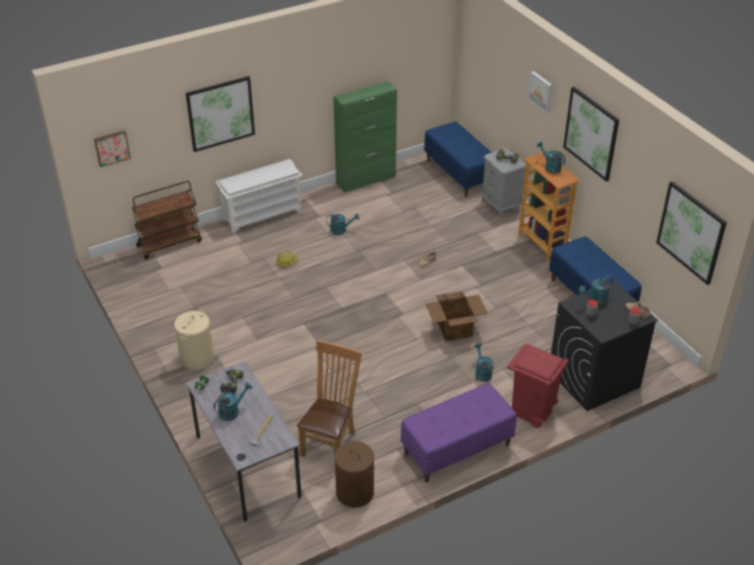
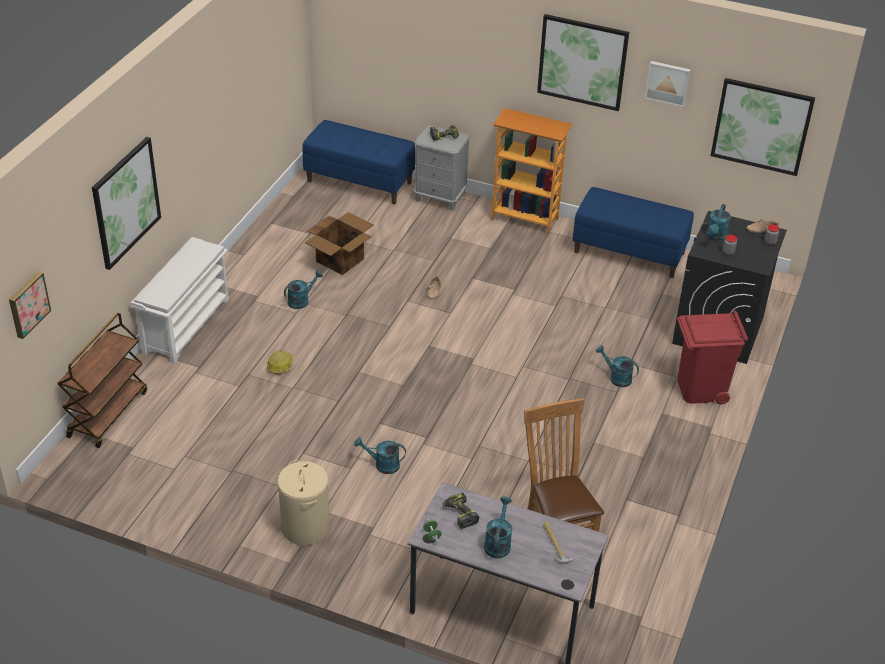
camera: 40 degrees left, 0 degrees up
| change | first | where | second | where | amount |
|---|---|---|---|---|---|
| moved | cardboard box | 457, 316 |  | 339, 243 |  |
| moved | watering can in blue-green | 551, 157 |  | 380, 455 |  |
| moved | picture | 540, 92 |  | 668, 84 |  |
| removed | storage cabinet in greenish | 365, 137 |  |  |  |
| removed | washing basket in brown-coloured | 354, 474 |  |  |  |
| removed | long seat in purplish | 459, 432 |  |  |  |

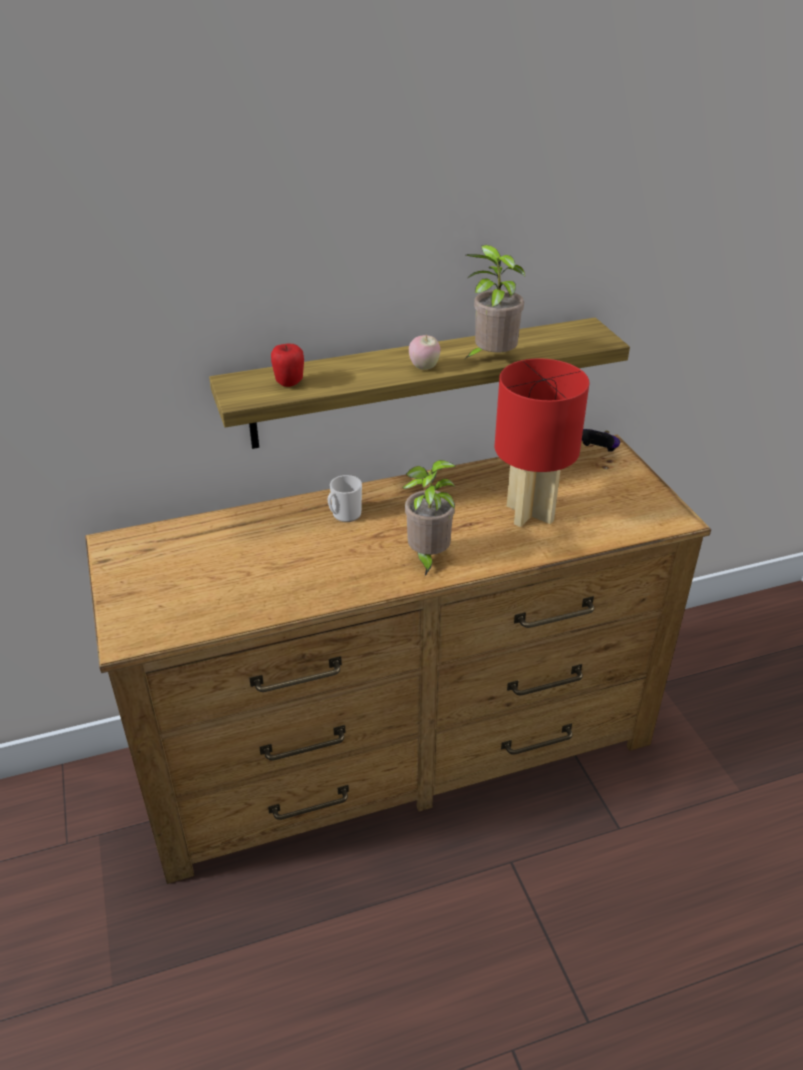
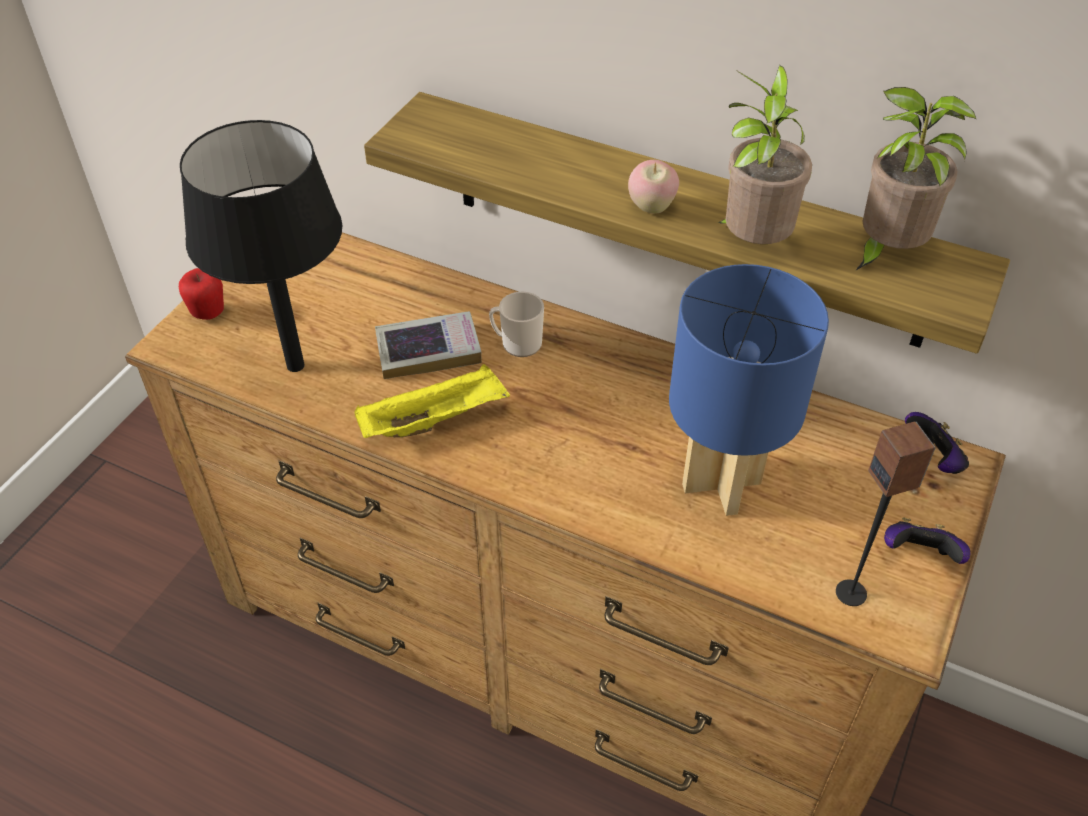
camera: 45 degrees right, 10 degrees up
| change | first | where | second | where | amount |
|---|---|---|---|---|---|
| moved | whole apple | 287, 365 |  | 201, 294 |  |
| added |  |  | tabletop lamp in blackish | 261, 246 |  |
| added |  |  | tray in yellowish | 432, 401 |  |
| added |  |  | volume | 428, 345 |  |
| recoloured | tabletop lamp in reddish | 542, 442 | tabletop lamp in blue | 749, 390 |  |
| added |  |  | audio speaker | 886, 514 |  |
| moved | potted plant | 429, 518 |  | 915, 179 |  |
| added |  |  | game controller | 927, 540 |  |

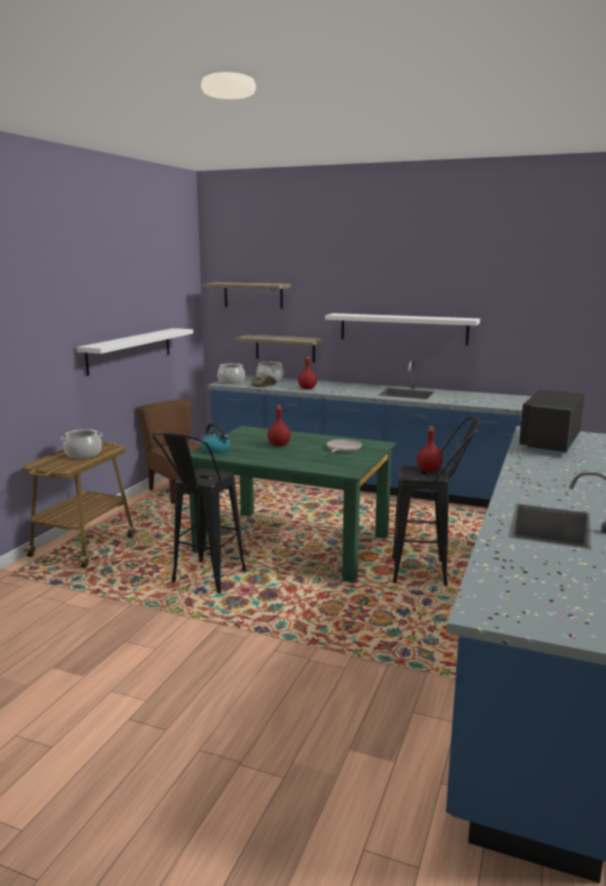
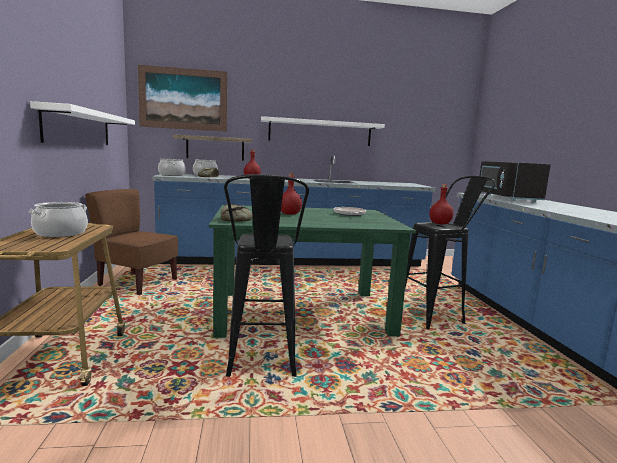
camera: 30 degrees left, 5 degrees down
| change | first | where | second | where | amount |
|---|---|---|---|---|---|
| replaced | shelf | 246, 295 | picture | 182, 98 |  |
| replaced | water kettle | 215, 438 | baked bread | 237, 213 |  |

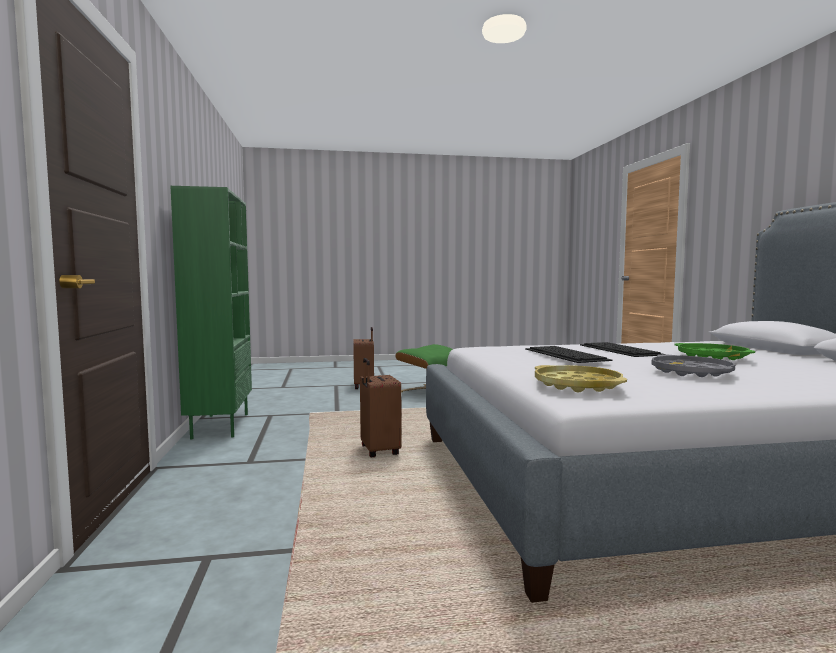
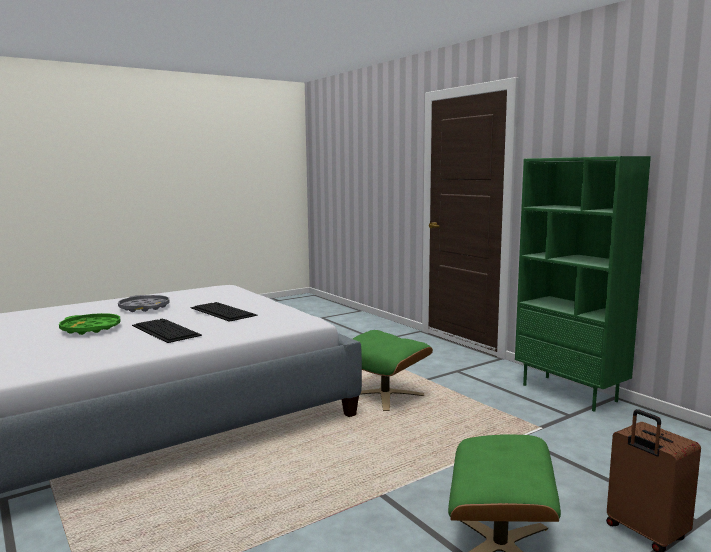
camera: 155 degrees right, 5 degrees up
| change | first | where | second | where | amount |
|---|---|---|---|---|---|
| replaced | piece of luggage in brown-coloured | 381, 407 | footrest in greenish | 393, 370 |  |
| removed | tray in yellowish | 581, 378 |  |  |  |

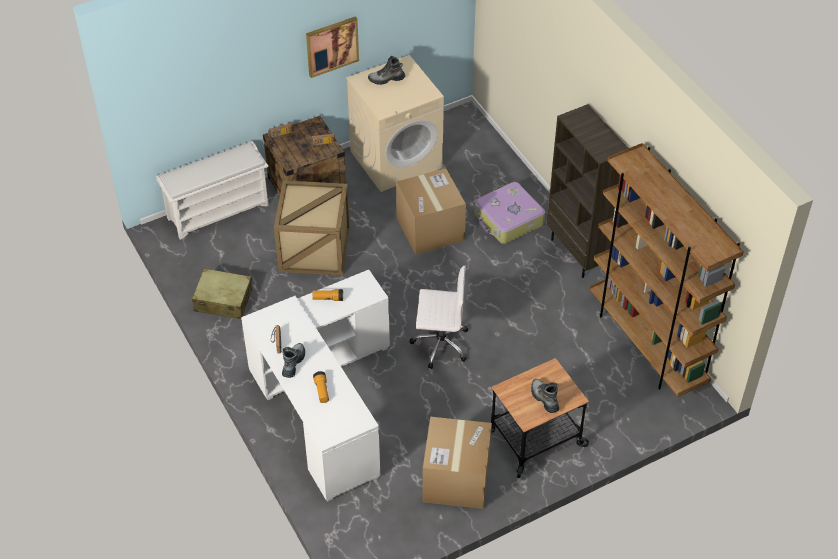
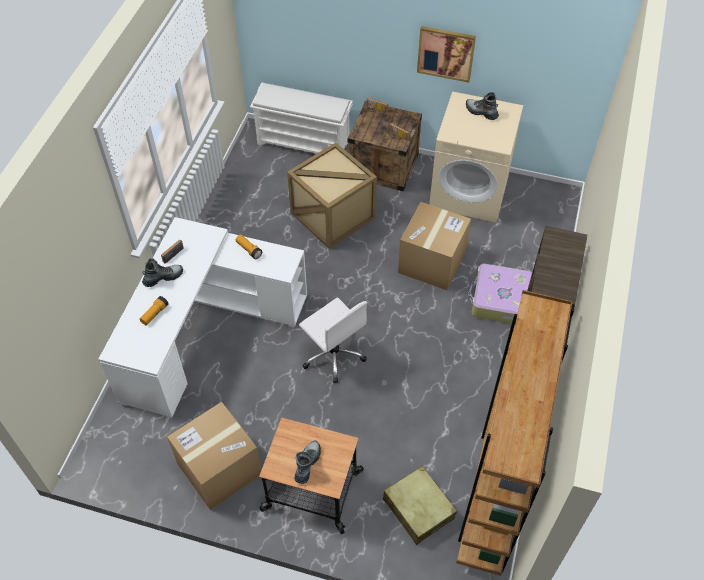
camera: 45 degrees right, 5 degrees up
| change | first | where | second | where | amount |
|---|---|---|---|---|---|
| moved | piece of luggage in sand-coloured | 222, 293 |  | 420, 505 |  |

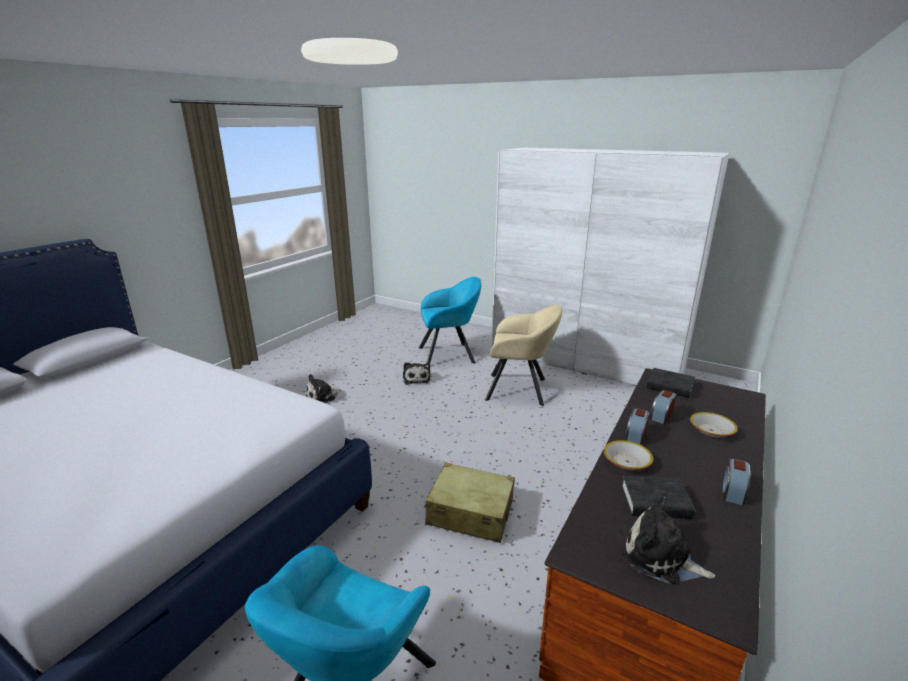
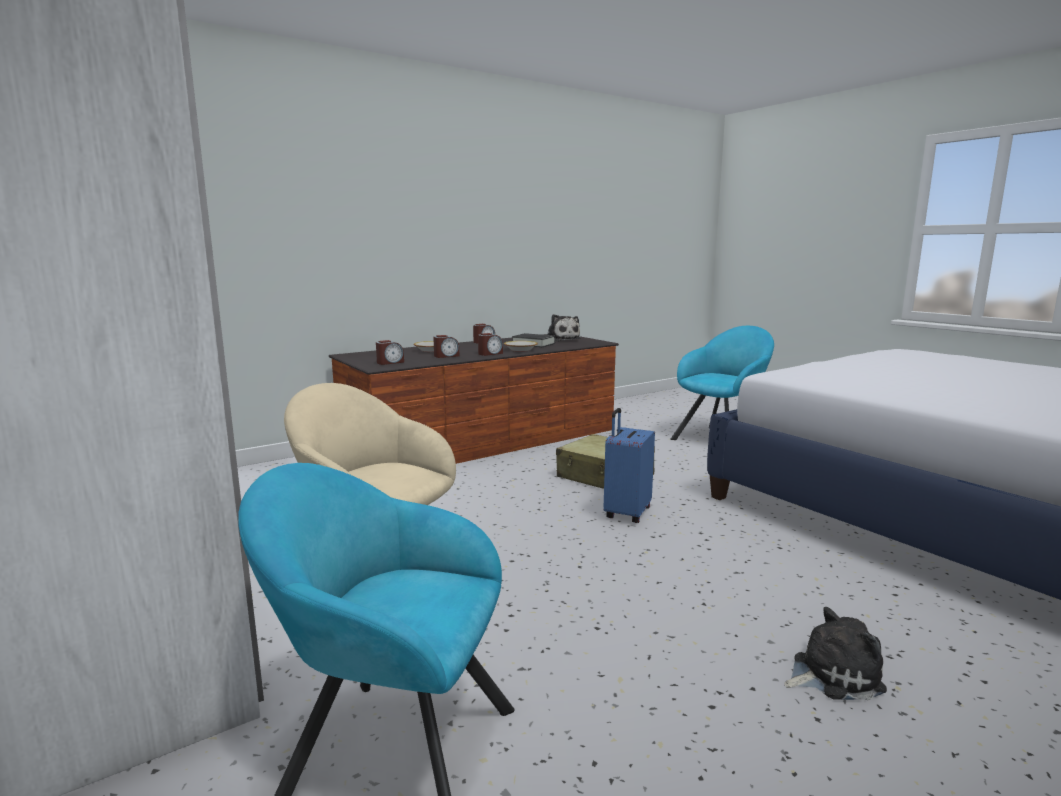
camera: 155 degrees left, 10 degrees down
| change | first | where | second | where | amount |
|---|---|---|---|---|---|
| replaced | volume in blackish | 670, 383 | alarm clock | 390, 352 |  |
| added |  |  | piece of luggage in blue | 629, 465 |  |
| removed | cuddly toy | 416, 373 |  |  |  |

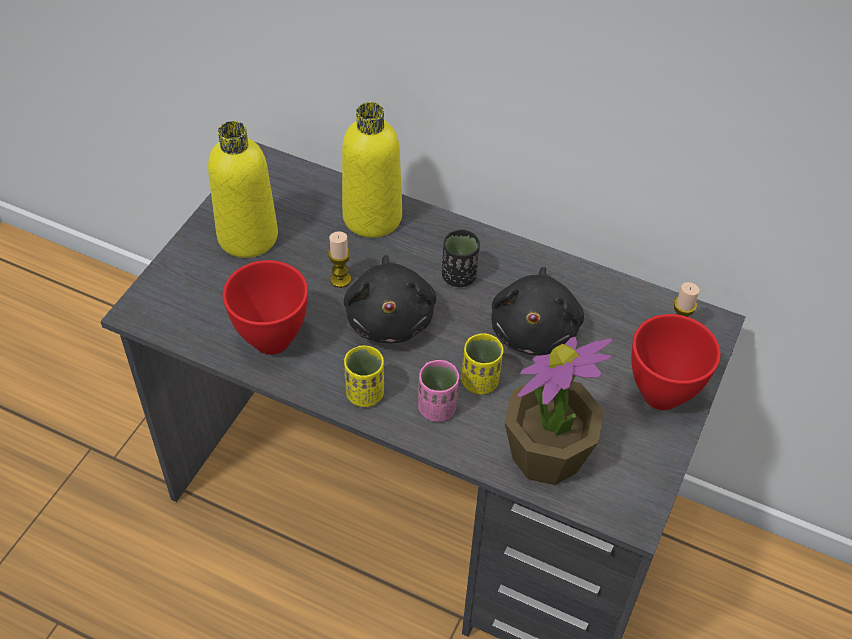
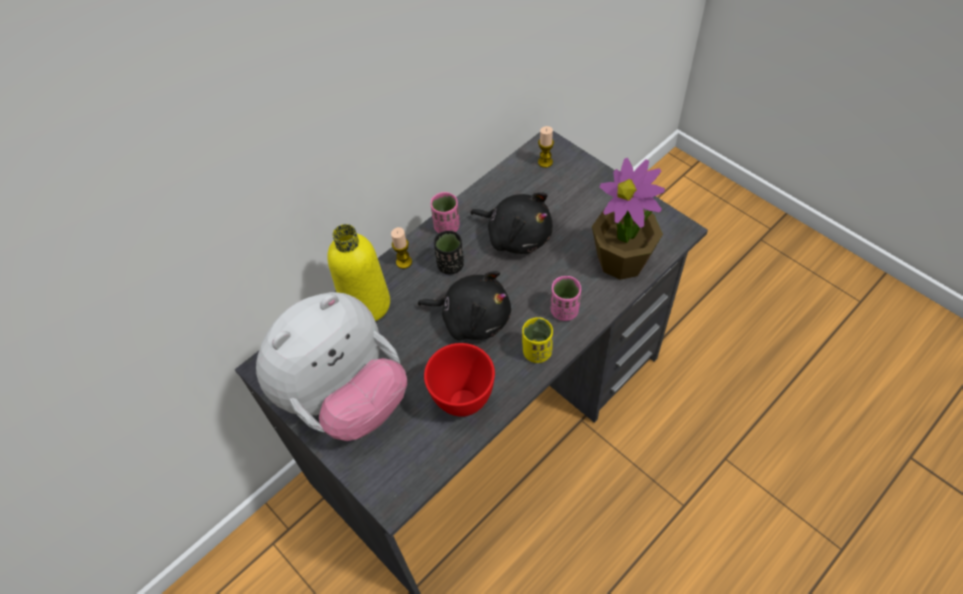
camera: 65 degrees left, 5 degrees up
| change | first | where | second | where | amount |
|---|---|---|---|---|---|
| replaced | drink bottle in yellowish | 243, 189 | cuddly toy | 331, 366 |  |
| moved | wax candle | 339, 259 |  | 401, 248 |  |
| added |  |  | small cup in pink-coloured | 445, 212 |  |
| removed | small cup in yellowish | 482, 363 |  |  |  |
| removed | bowl in reddish | 676, 362 |  |  |  |

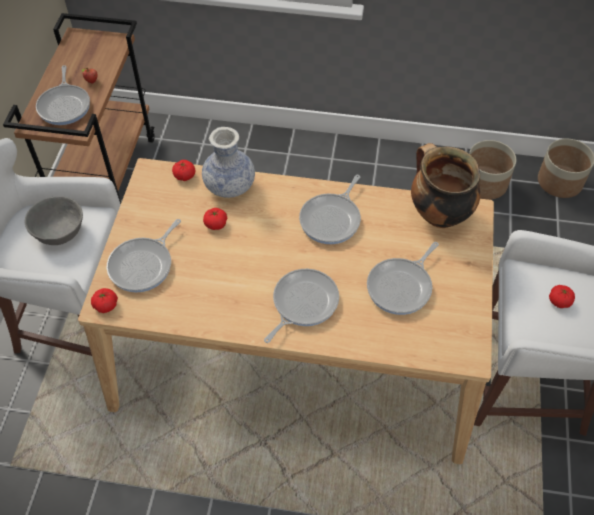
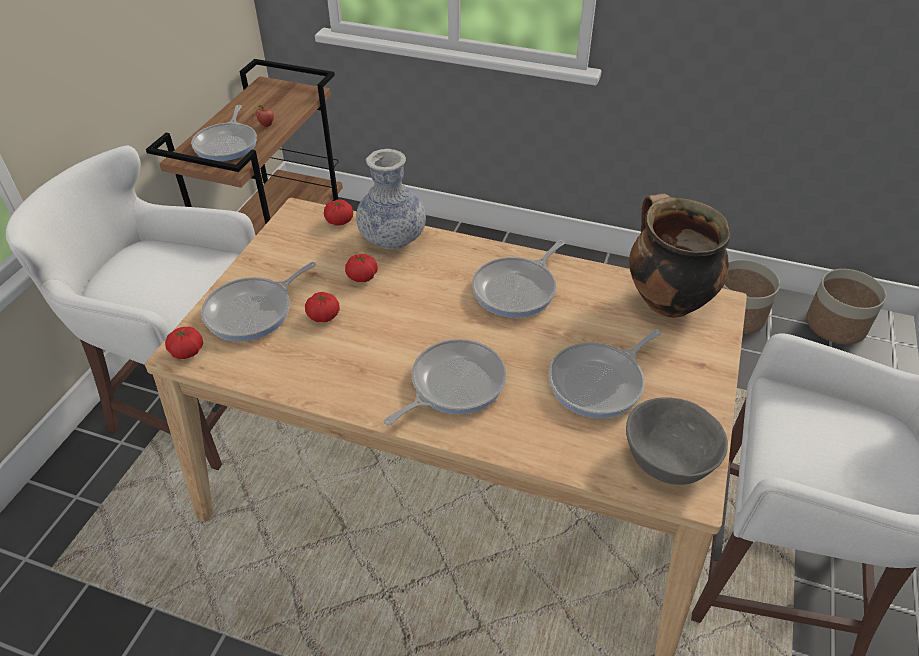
camera: 10 degrees right, 10 degrees down
| change | first | where | second | where | amount |
|---|---|---|---|---|---|
| moved | fresh tomato | 562, 296 |  | 322, 307 |  |
| moved | bowl in grey | 53, 220 |  | 677, 441 |  |

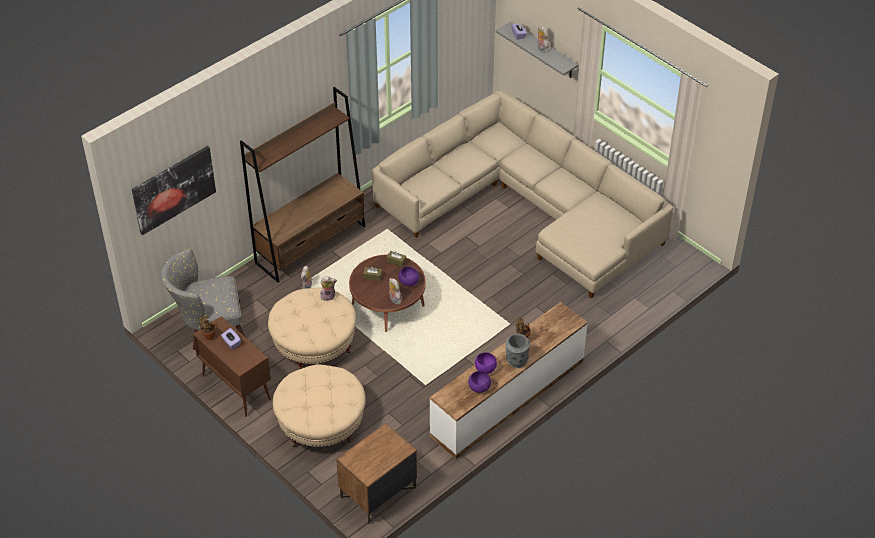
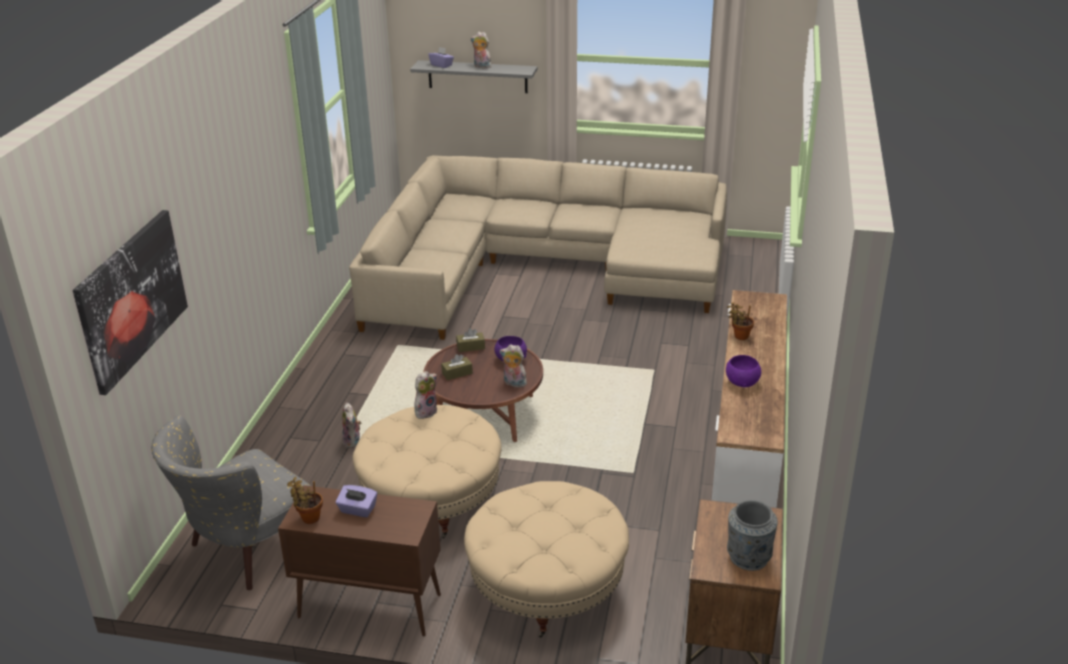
camera: 35 degrees left, 15 degrees down
| change | first | where | second | where | amount |
|---|---|---|---|---|---|
| moved | flower vase in grey | 517, 351 |  | 752, 535 |  |
| removed | bookshelf in brown-coloured | 303, 185 |  |  |  |
| removed | bowl in purplish | 479, 382 |  |  |  |

